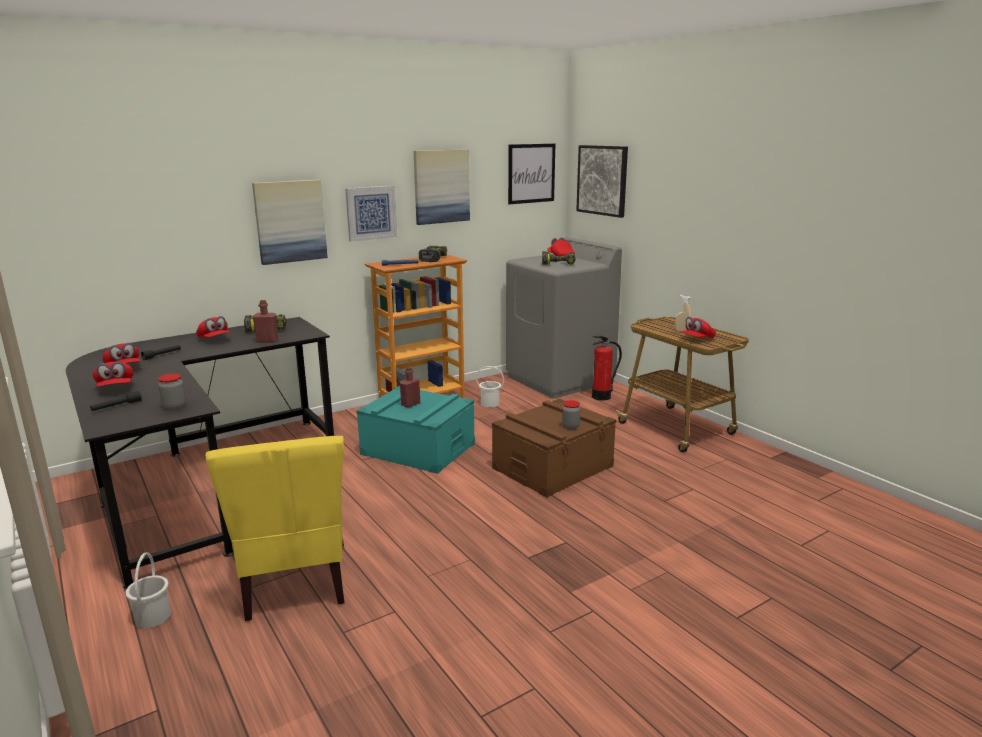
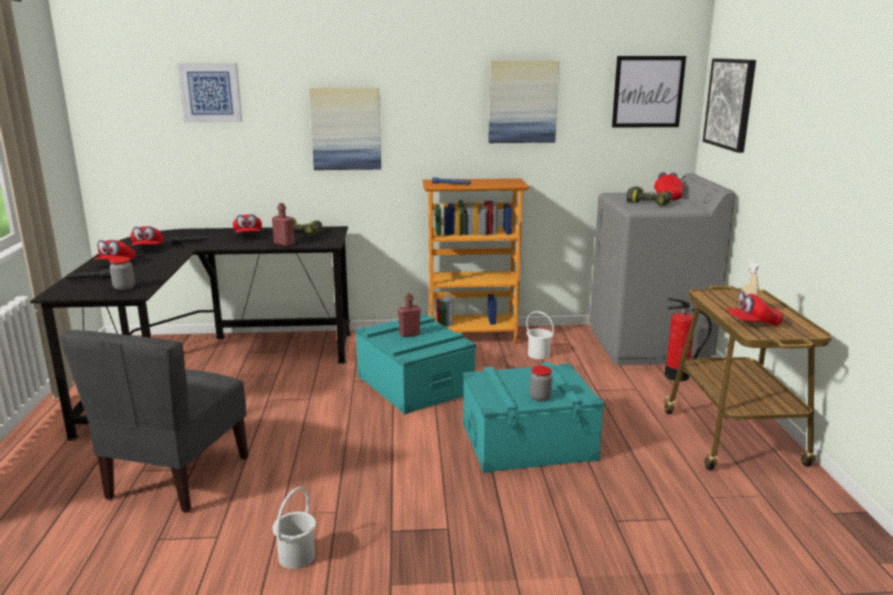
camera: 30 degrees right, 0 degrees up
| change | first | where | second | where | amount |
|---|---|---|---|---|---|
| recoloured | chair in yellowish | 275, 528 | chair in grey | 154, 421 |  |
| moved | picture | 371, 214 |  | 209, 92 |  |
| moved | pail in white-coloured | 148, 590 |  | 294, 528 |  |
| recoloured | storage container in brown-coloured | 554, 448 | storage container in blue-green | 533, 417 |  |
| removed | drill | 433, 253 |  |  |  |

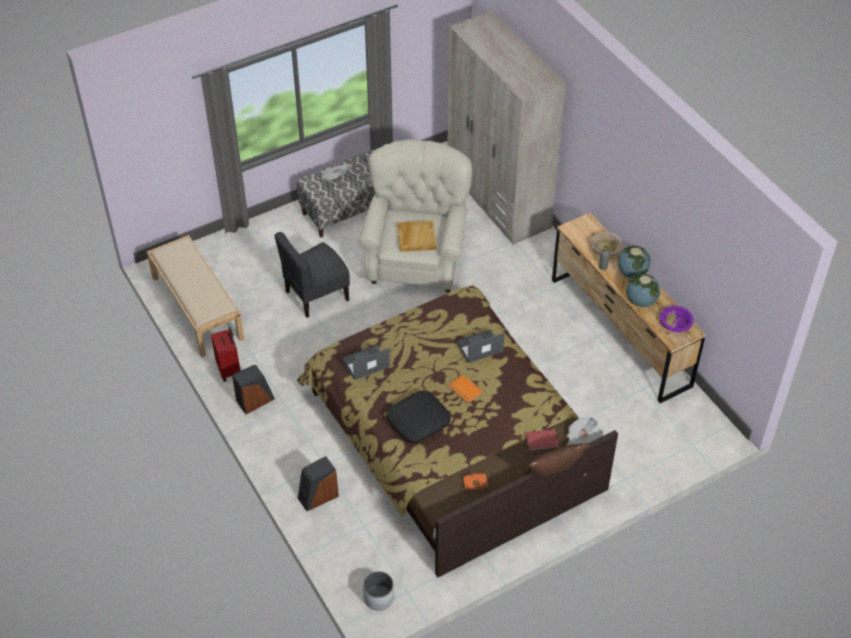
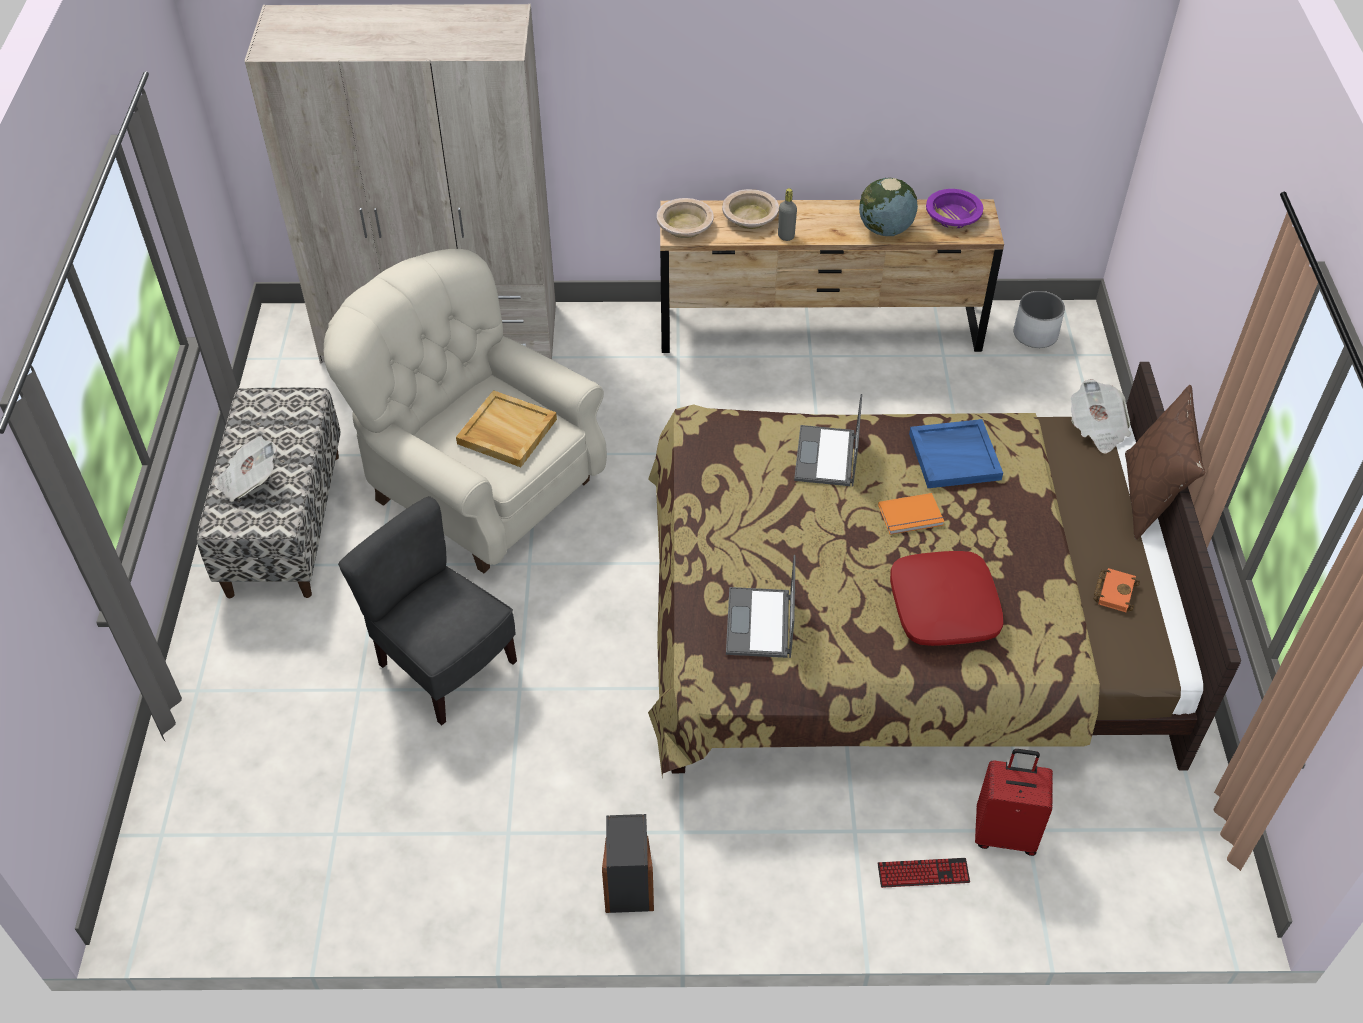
camera: 60 degrees left, 0 degrees up
| change | first | where | second | where | amount |
|---|---|---|---|---|---|
| turned | chair in grey | 312, 275 |  | 427, 610 | 135 degrees clockwise |
| added |  |  | bowl in sand-coloured | 685, 218 |  |
| replaced | audio speaker | 318, 483 | keyboard | 924, 873 |  |
| recoloured | cushion in blackish | 419, 416 | cushion in reddish | 946, 598 |  |
| added |  |  | tray in blue | 956, 453 |  |
| moved | piece of luggage in reddish | 225, 354 |  | 1014, 802 |  |
| moved | flower pot in white-coloured | 378, 591 |  | 1039, 319 |  |
| removed | long seat in sand-coloured | 195, 296 |  |  |  |
| removed | volume in reddish | 542, 440 |  |  |  |
| removed | world globe | 634, 262 |  |  |  |

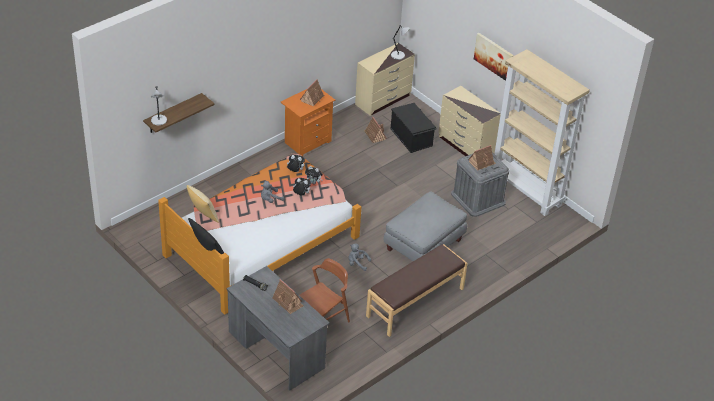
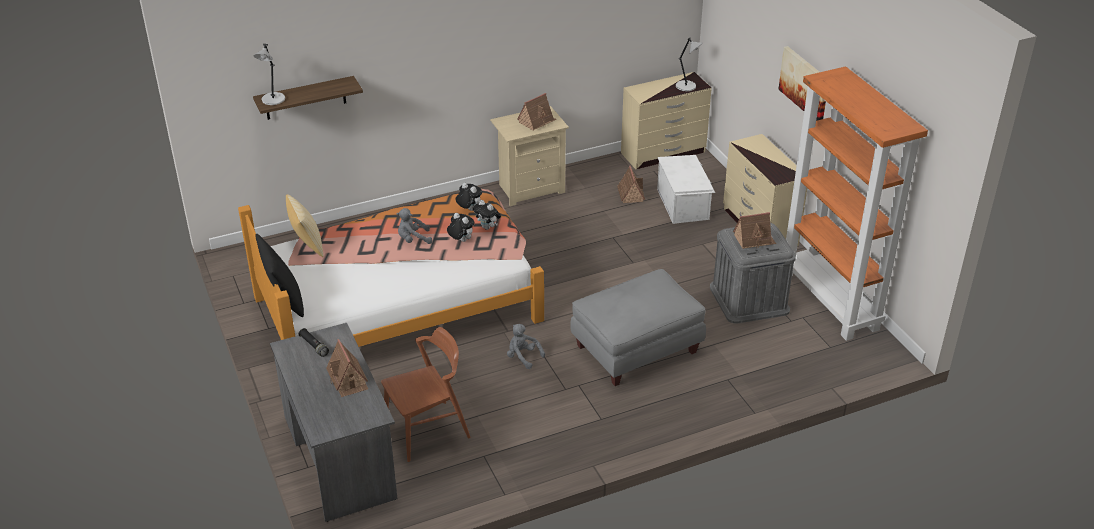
camera: 20 degrees right, 5 degrees down
| change | first | where | second | where | amount |
|---|---|---|---|---|---|
| recoloured | night table in orangey | 308, 122 | night table in sand-coloured | 529, 156 |  |
| recoloured | storage container in blackish | 414, 128 | storage container in white-coloured | 686, 189 |  |
| recoloured | bookshelf in sand-coloured | 542, 132 | bookshelf in orangey | 857, 204 |  |
| removed | long seat in brown-coloured | 417, 290 |  |  |  |

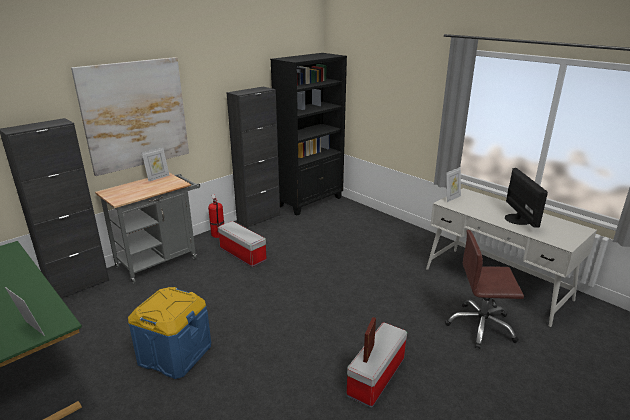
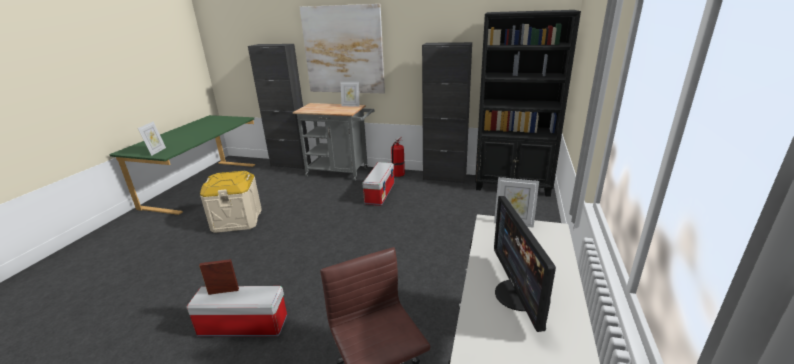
camera: 60 degrees right, 0 degrees up
| change | first | where | second | where | amount |
|---|---|---|---|---|---|
| recoloured | storage container in blue | 169, 333 | storage container in sand-coloured | 231, 202 |  |
| turned | computer display | 526, 198 |  | 525, 264 | 120 degrees clockwise |

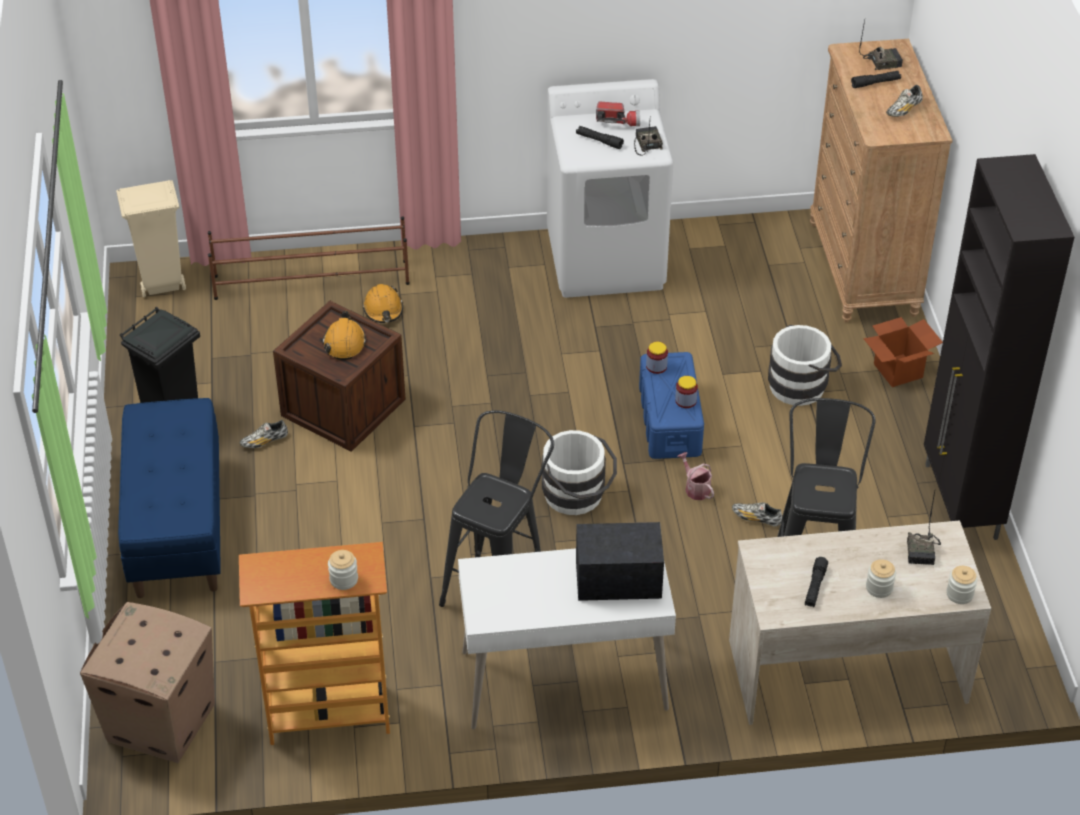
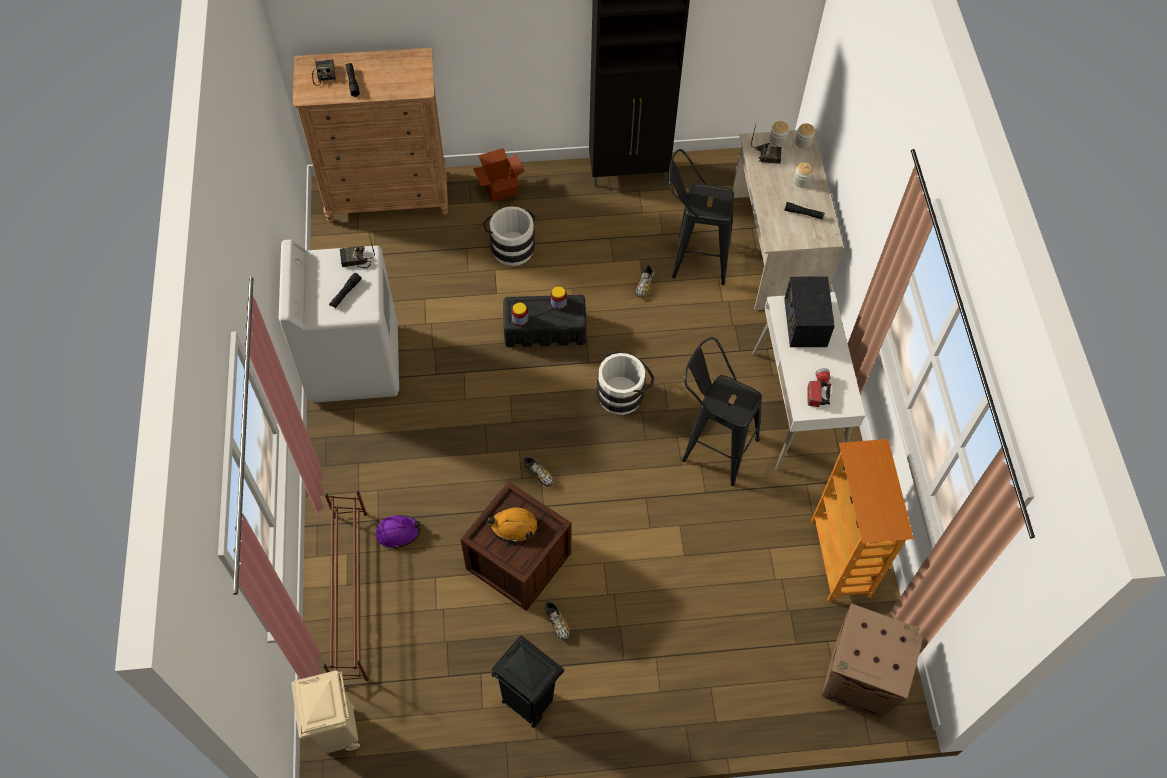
camera: 90 degrees left, 15 degrees up
| change | first | where | second | where | amount |
|---|---|---|---|---|---|
| recoloured | safety helmet in orangey | 383, 303 | safety helmet in purplish | 398, 532 |  |
| recoloured | storage container in blue | 671, 405 | storage container in blackish | 545, 321 |  |
| moved | shoe | 904, 101 |  | 538, 471 |  |
| moved | preserve jar | 343, 570 |  | 779, 133 |  |
| moved | hand torch | 618, 114 |  | 819, 387 |  |
| removed | long seat in blue | 169, 498 |  |  |  |
| removed | watering can | 696, 476 |  |  |  |

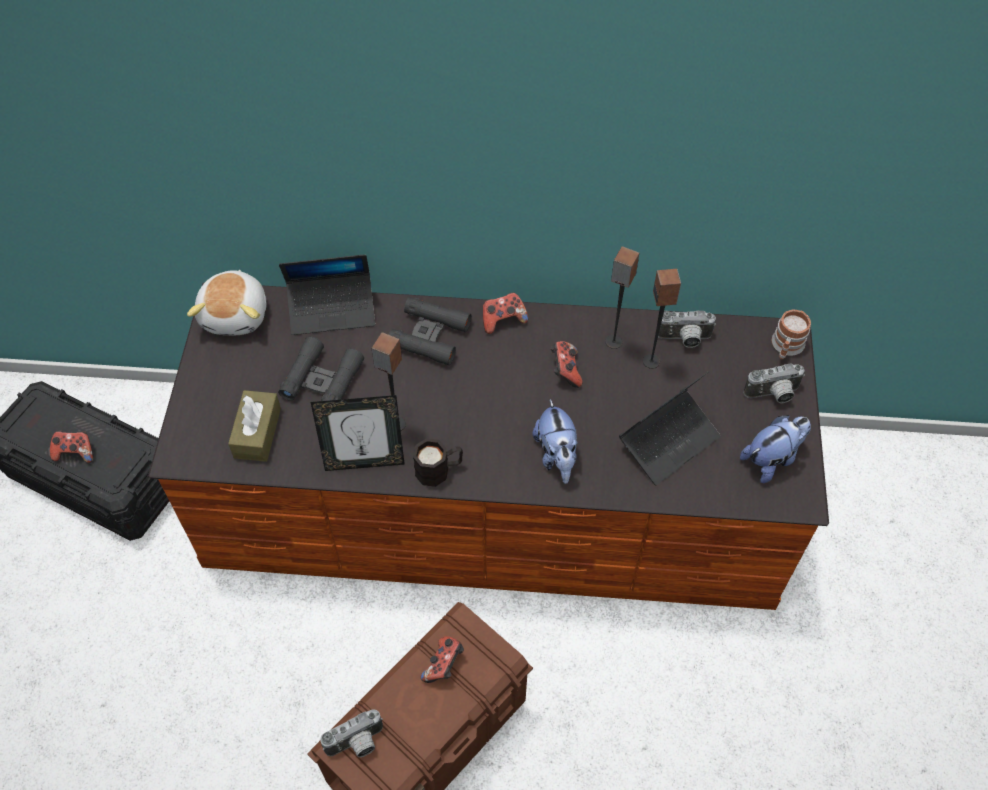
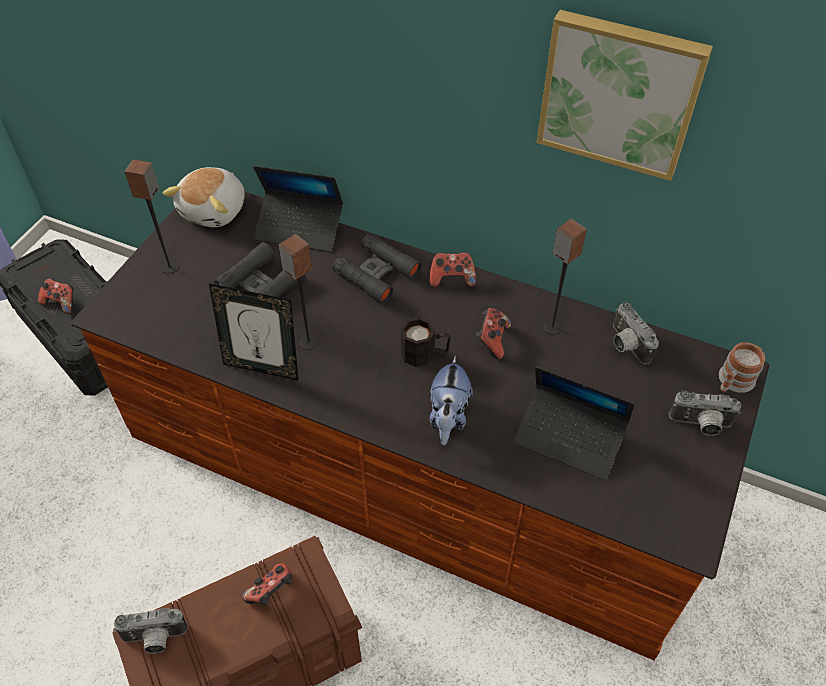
camera: 20 degrees right, 5 degrees down
| change | first | where | second | where | amount |
|---|---|---|---|---|---|
| moved | audio speaker | 662, 319 |  | 151, 216 |  |
| moved | coffee mug in blackish | 438, 462 |  | 426, 342 |  |
| turned | notebook computer | 669, 428 |  | 574, 423 | 45 degrees clockwise |
| added |  |  | picture | 625, 95 |  |
| turned | still camera | 687, 329 |  | 636, 333 | 45 degrees clockwise |
| removed | tissue holder in brown-coloured | 254, 426 |  |  |  |
| removed | cuddly toy | 775, 449 |  |  |  |

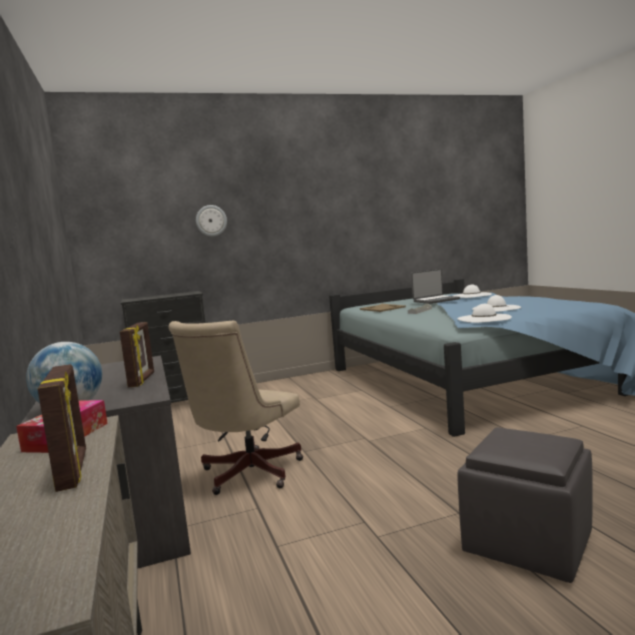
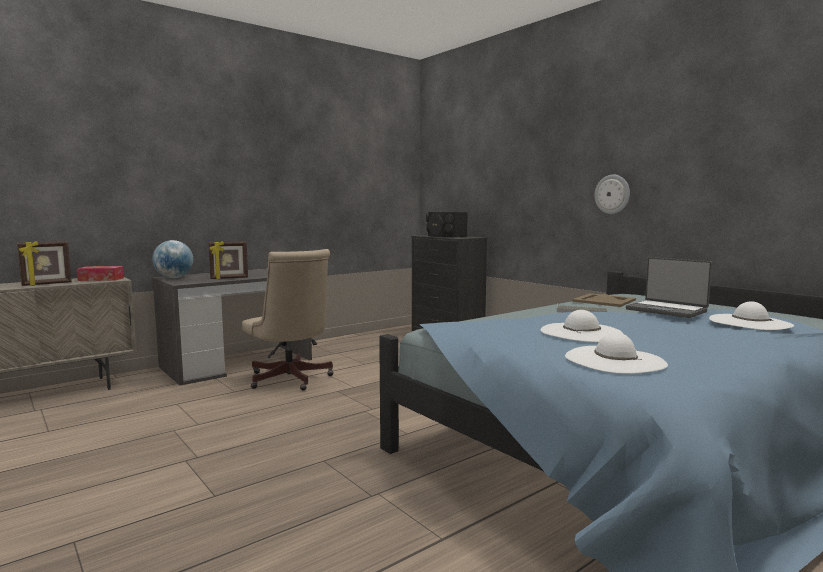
camera: 70 degrees right, 0 degrees up
| change | first | where | second | where | amount |
|---|---|---|---|---|---|
| turned | desk chair in sand-coloured | 236, 408 |  | 288, 319 | 135 degrees counterclockwise |
| added |  |  | audio speaker in blackish | 447, 224 |  |
| moved | wearable hat in white-coloured | 484, 313 |  | 616, 353 |  |
| moved | clock on the wall | 211, 220 |  | 612, 194 |  |
| removed | footrest in grey | 525, 505 |  |  |  |

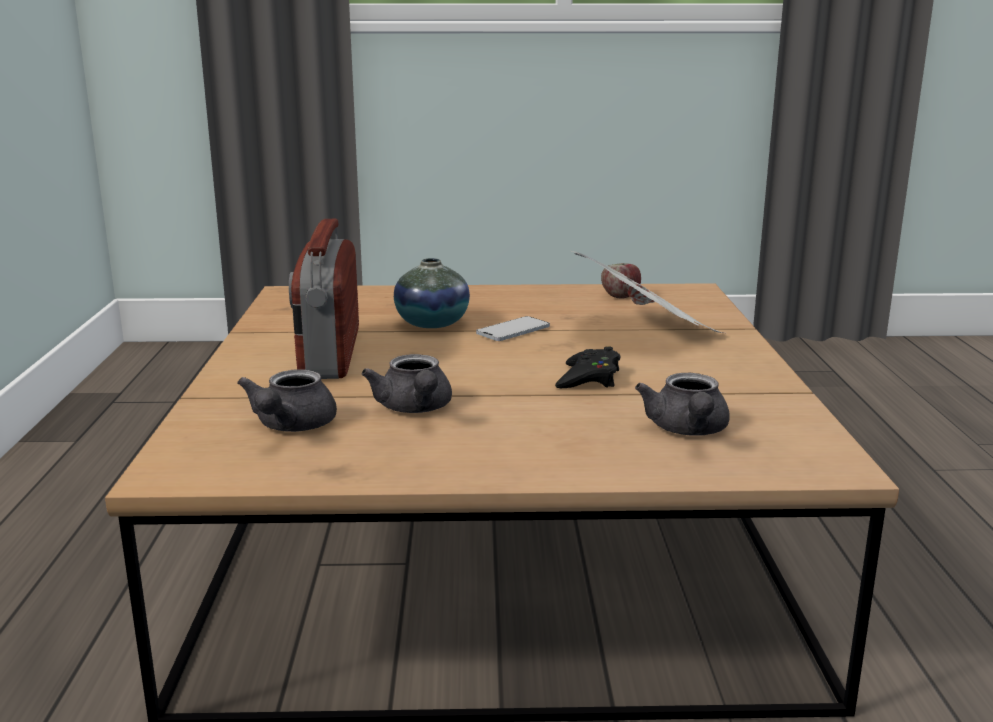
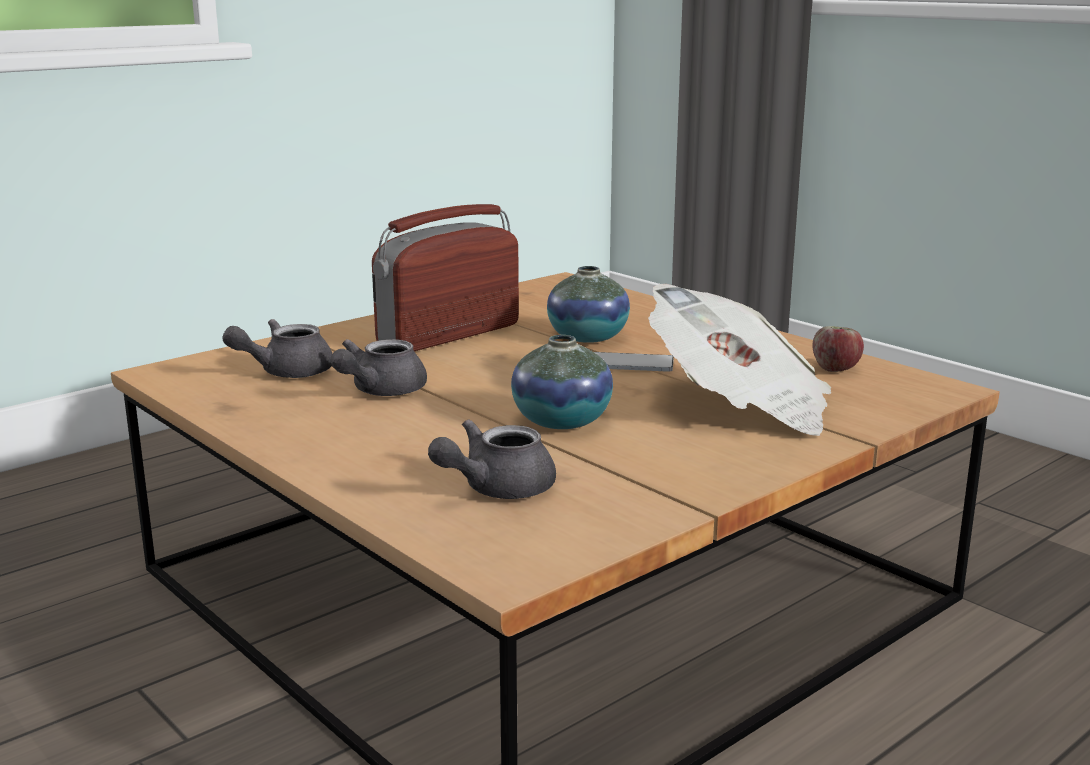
camera: 50 degrees right, 0 degrees up
| change | first | where | second | where | amount |
|---|---|---|---|---|---|
| replaced | game controller in blackish | 587, 367 | flower vase | 562, 382 |  |

